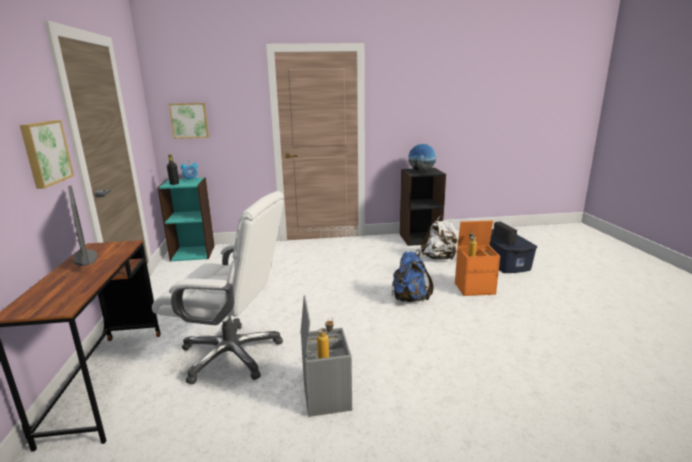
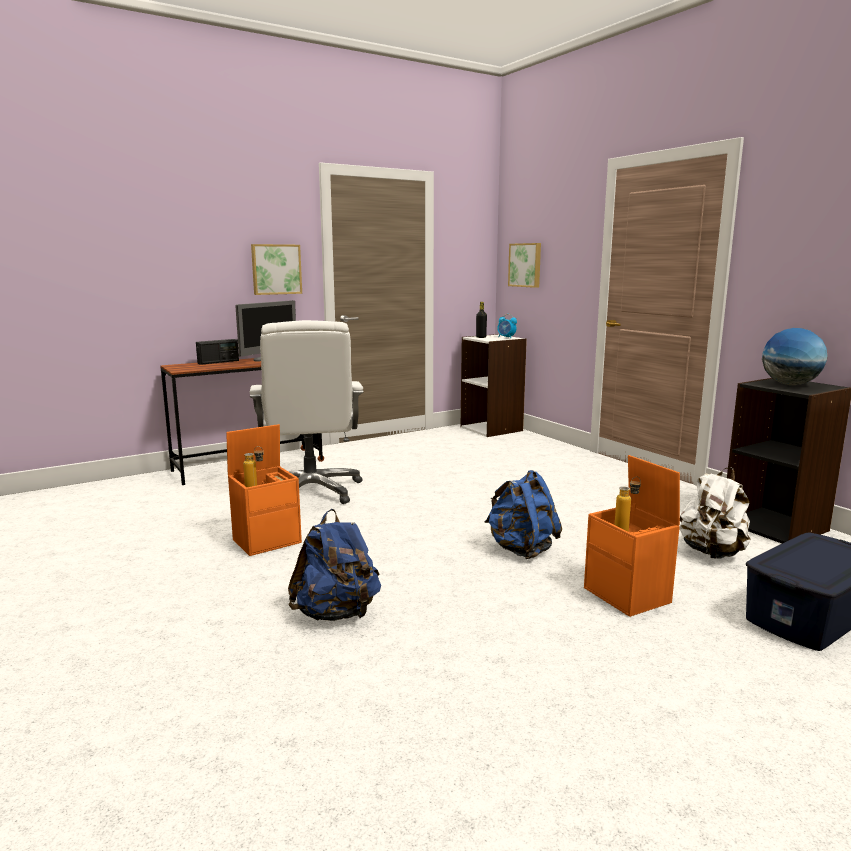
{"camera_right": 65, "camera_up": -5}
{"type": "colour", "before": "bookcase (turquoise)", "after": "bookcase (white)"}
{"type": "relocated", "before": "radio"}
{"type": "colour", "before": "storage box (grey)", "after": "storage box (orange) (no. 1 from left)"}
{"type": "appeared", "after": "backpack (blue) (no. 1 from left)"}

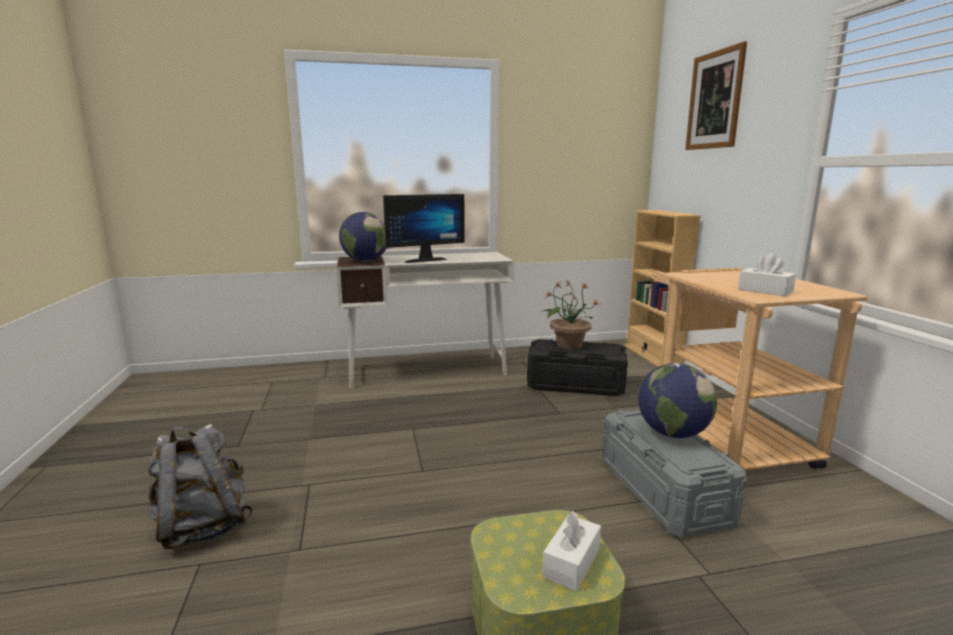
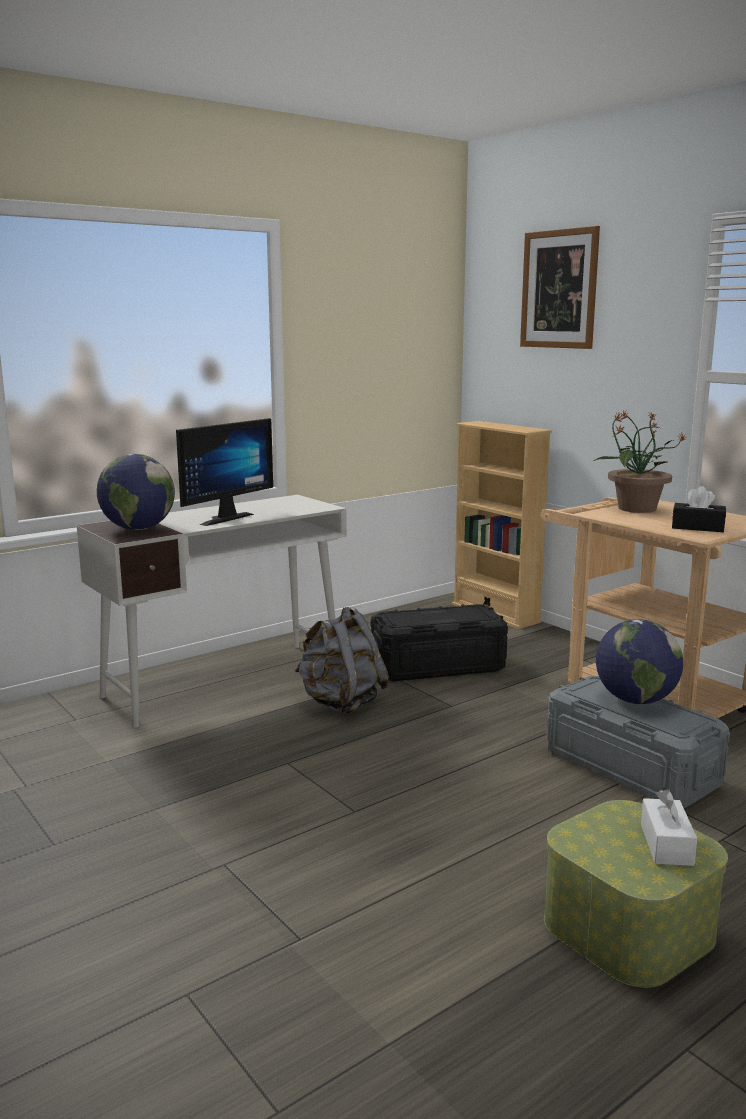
{"camera_right": -25, "camera_up": 0}
{"type": "colour", "before": "tissue box (white) (no. 2 from left)", "after": "tissue box (black)"}
{"type": "relocated", "before": "potted plant"}
{"type": "relocated", "before": "backpack (grey)"}

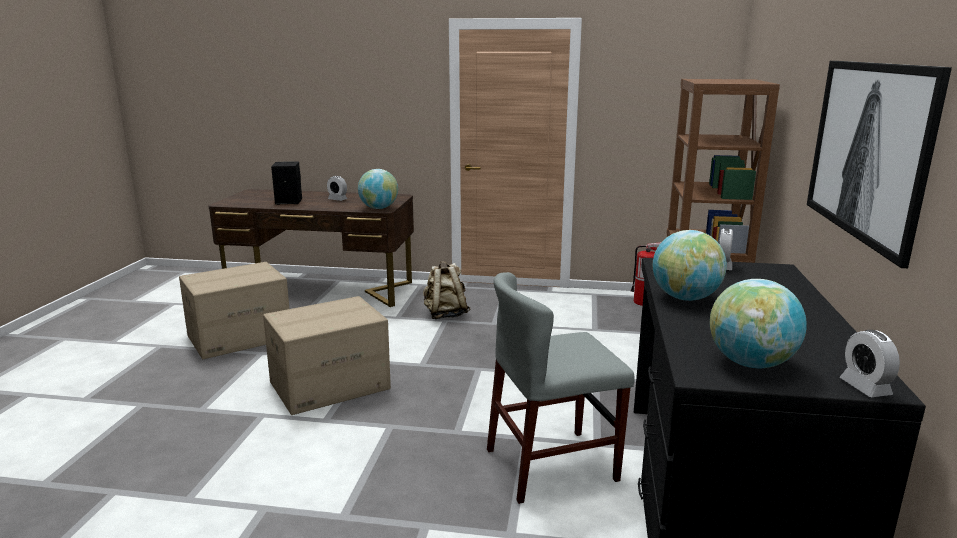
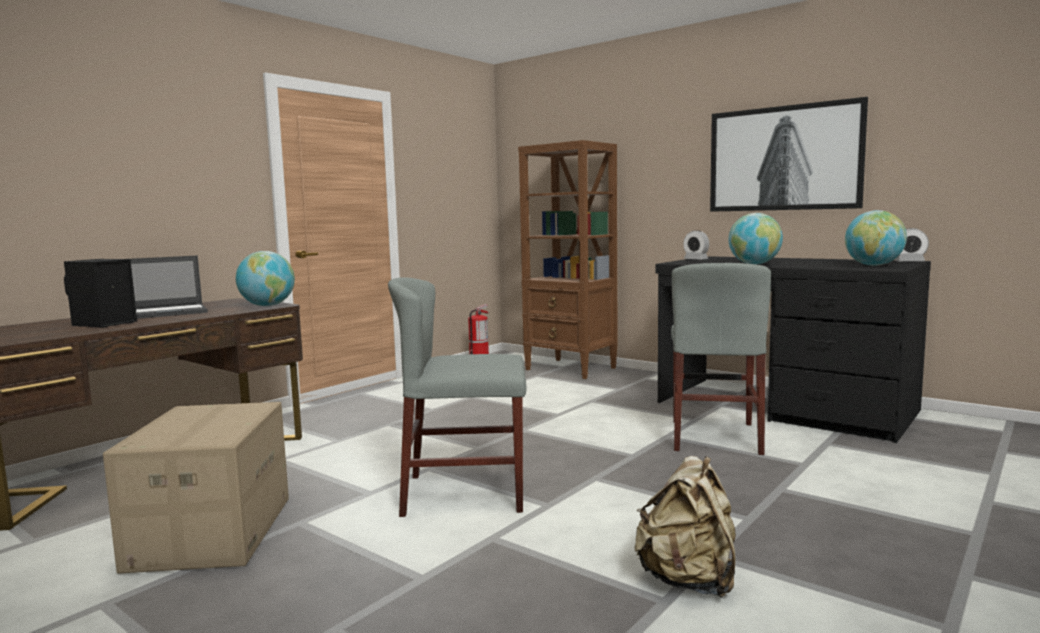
{"camera_right": -60, "camera_up": -10}
{"type": "exchanged", "before": "alarm clock (no. 1 from left)", "after": "laptop"}
{"type": "relocated", "before": "backpack (beige)"}
{"type": "exchanged", "before": "cardboard box (no. 2 from left)", "after": "chair (grey) (no. 1 from left)"}

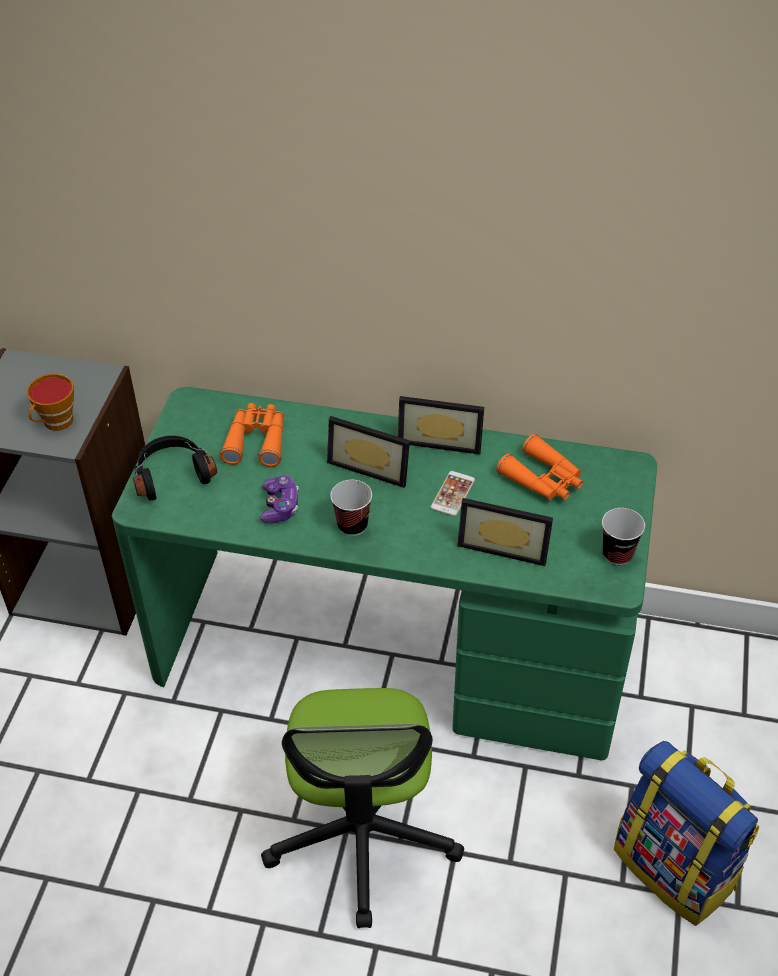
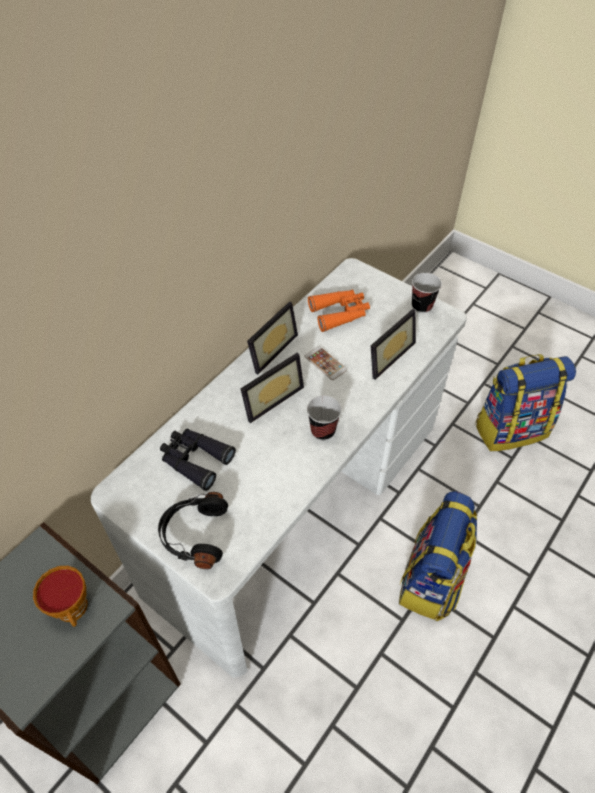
{"camera_right": -65, "camera_up": 5}
{"type": "colour", "before": "desk (green)", "after": "desk (white)"}
{"type": "colour", "before": "binoculars (orange) (no. 1 from left)", "after": "binoculars (black)"}
{"type": "missing", "before": "game controller"}
{"type": "exchanged", "before": "office chair", "after": "backpack (no. 1 from left)"}

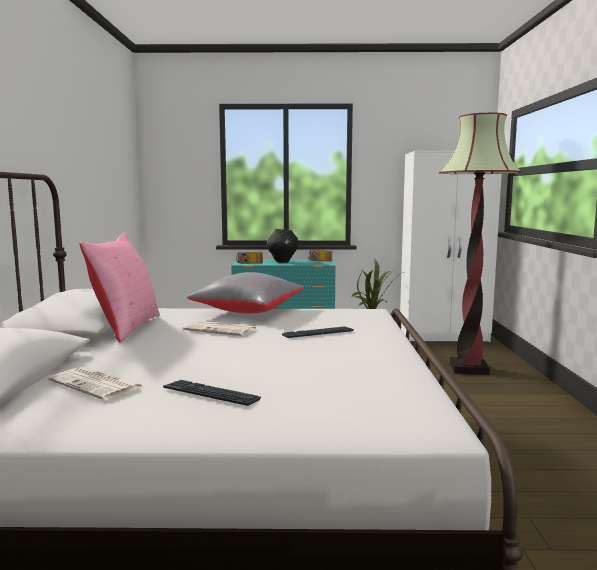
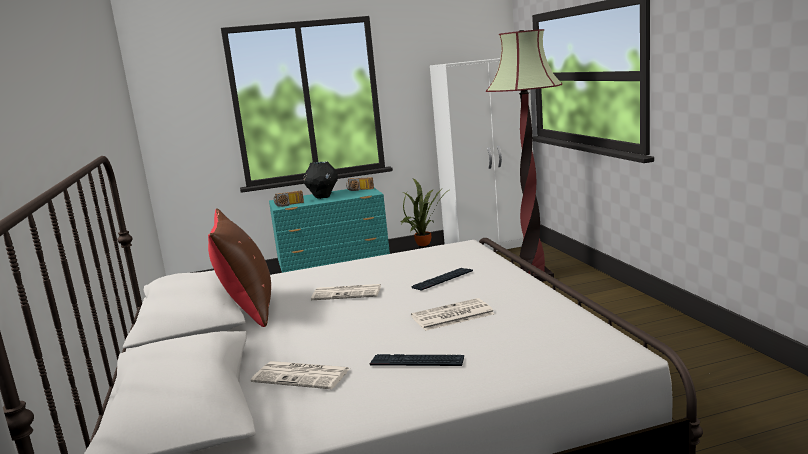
{"camera_right": -15, "camera_up": 5}
{"type": "colour", "before": "pillow (pink)", "after": "pillow (brown)"}
{"type": "missing", "before": "pillow (grey)"}
{"type": "appeared", "after": "newspaper (no. 3 from left)"}

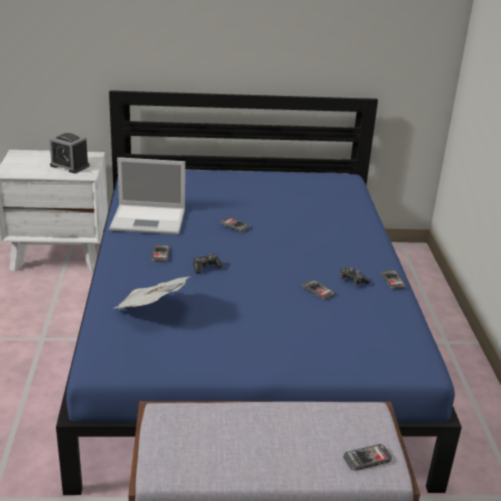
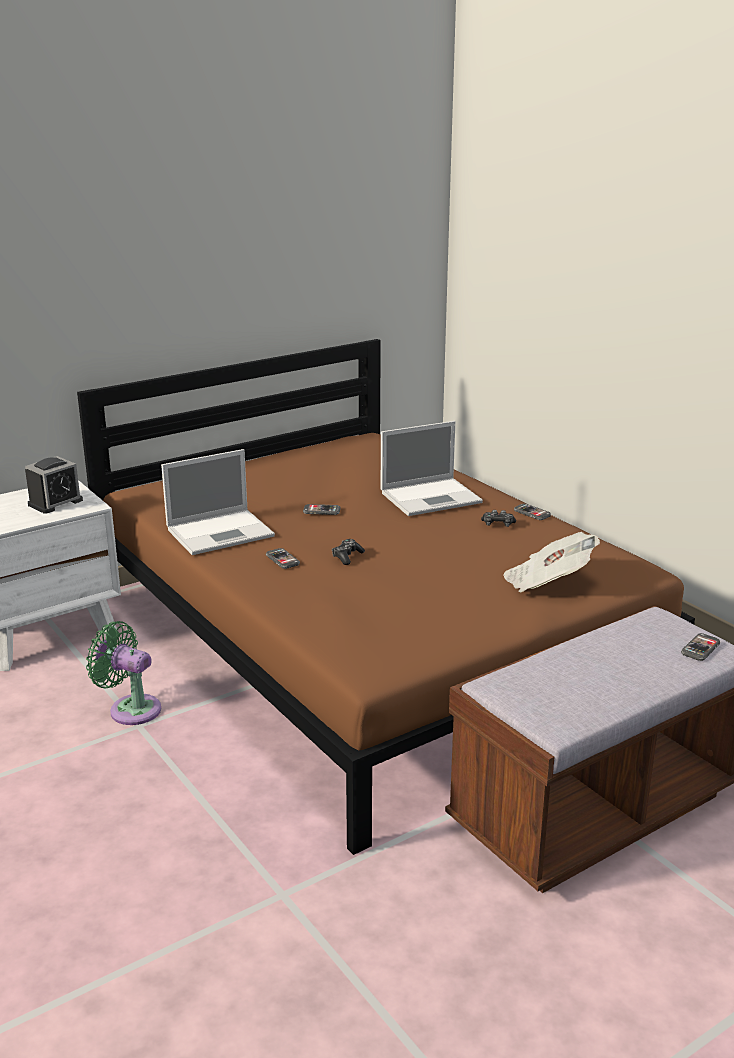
{"camera_right": -30, "camera_up": -5}
{"type": "colour", "before": "bed (blue)", "after": "bed (brown)"}
{"type": "spun", "before": "alarm clock", "turn": -45}
{"type": "relocated", "before": "newspaper"}
{"type": "missing", "before": "phone (no. 3 from left)"}
{"type": "appeared", "after": "laptop (no. 2 from left)"}
{"type": "appeared", "after": "fan (green)"}

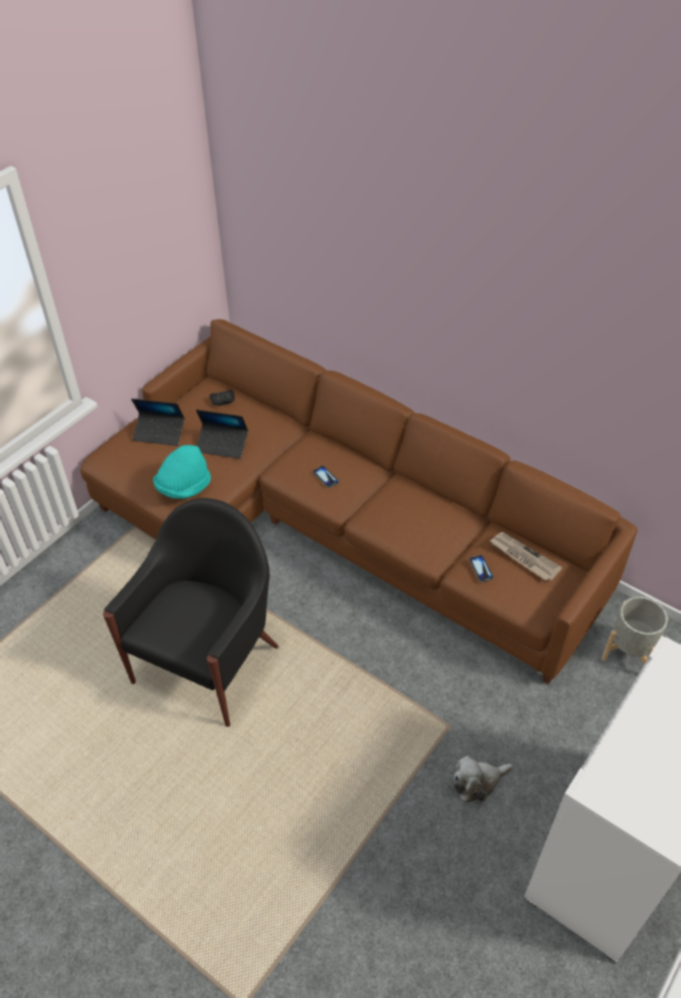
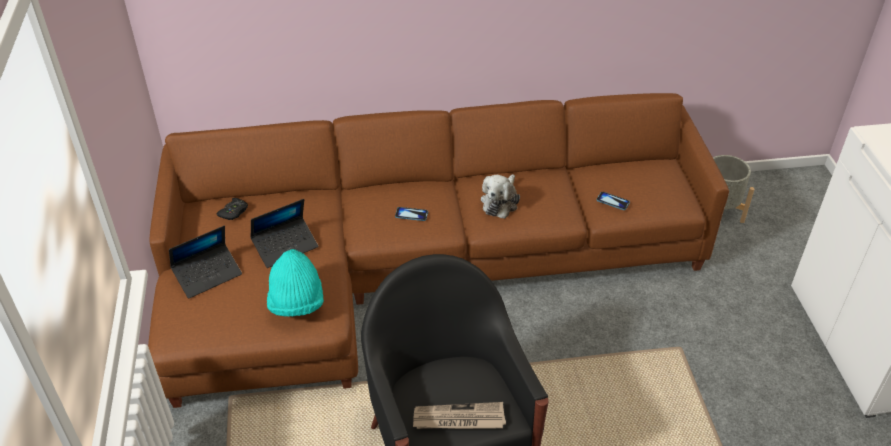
{"camera_right": -45, "camera_up": -5}
{"type": "relocated", "before": "newspaper"}
{"type": "relocated", "before": "plush toy"}

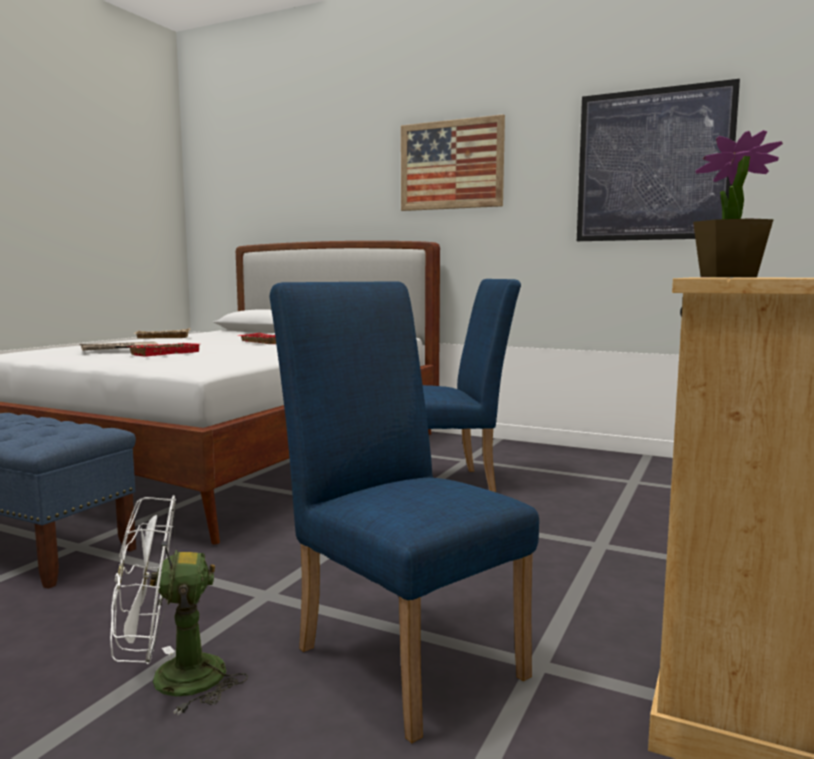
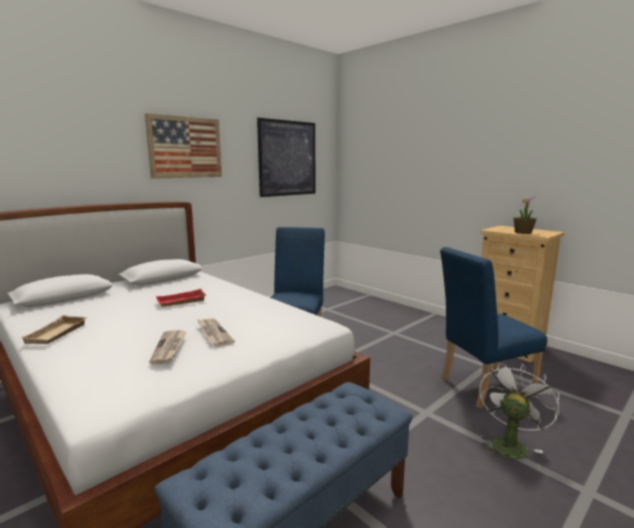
{"camera_right": -70, "camera_up": 5}
{"type": "exchanged", "before": "tray (red) (no. 1 from left)", "after": "newspaper (no. 2 from left)"}
{"type": "spun", "before": "fan (white)", "turn": -150}

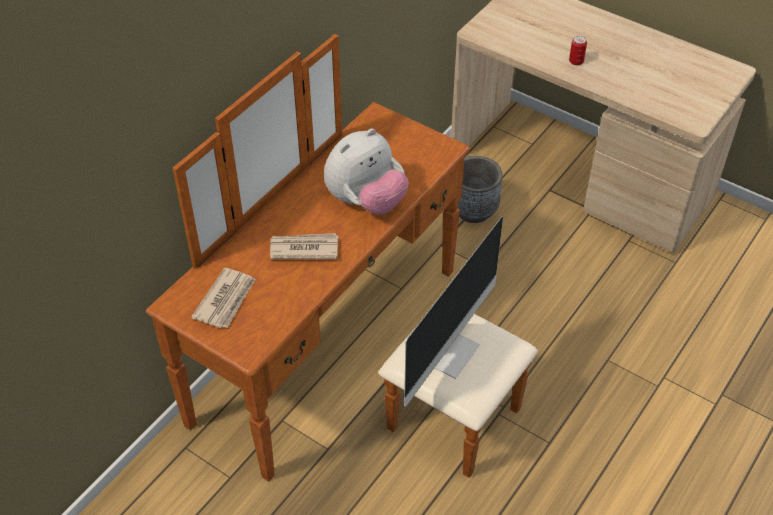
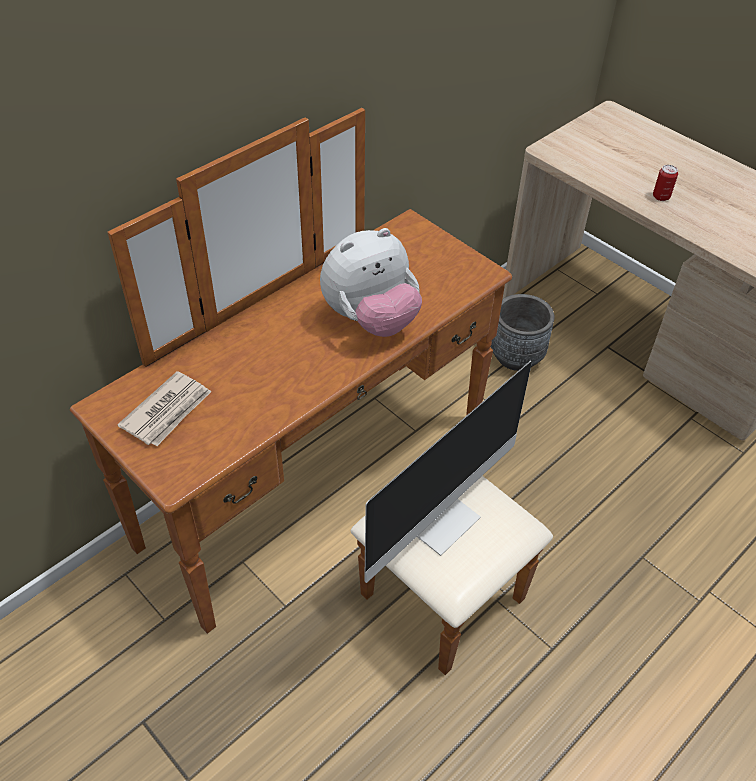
{"camera_right": 10, "camera_up": 0}
{"type": "missing", "before": "newspaper (no. 2 from left)"}

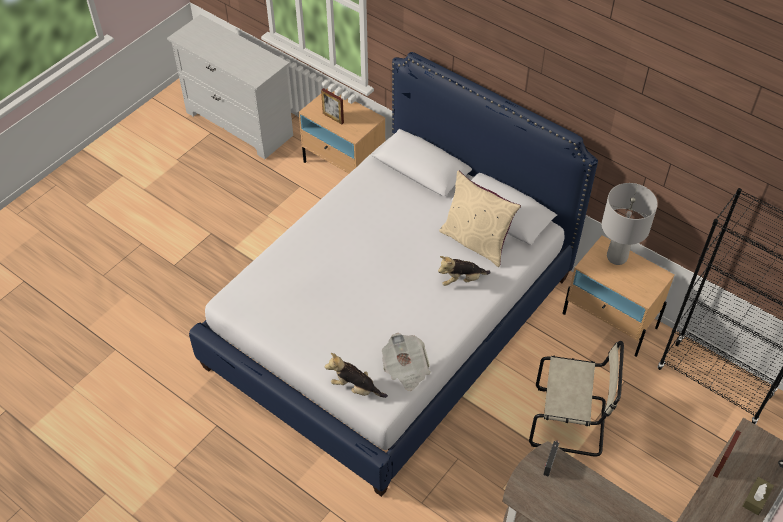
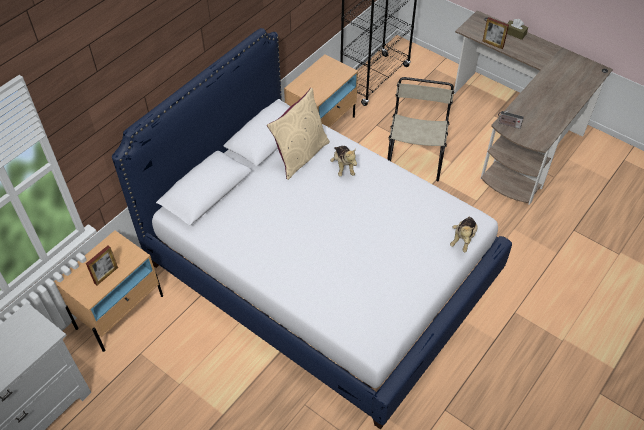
{"camera_right": -90, "camera_up": 0}
{"type": "missing", "before": "table lamp (grey)"}
{"type": "missing", "before": "newspaper"}

